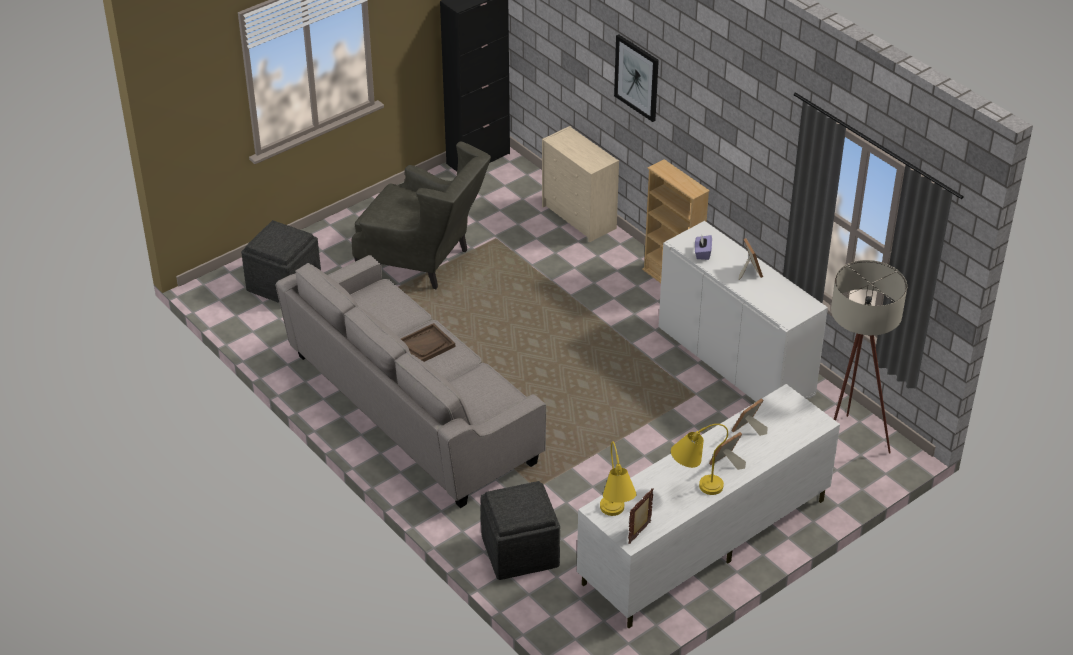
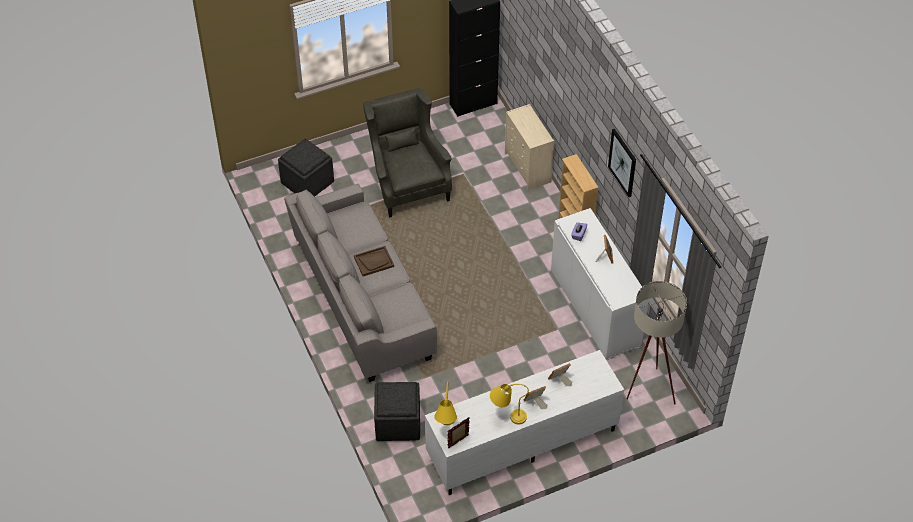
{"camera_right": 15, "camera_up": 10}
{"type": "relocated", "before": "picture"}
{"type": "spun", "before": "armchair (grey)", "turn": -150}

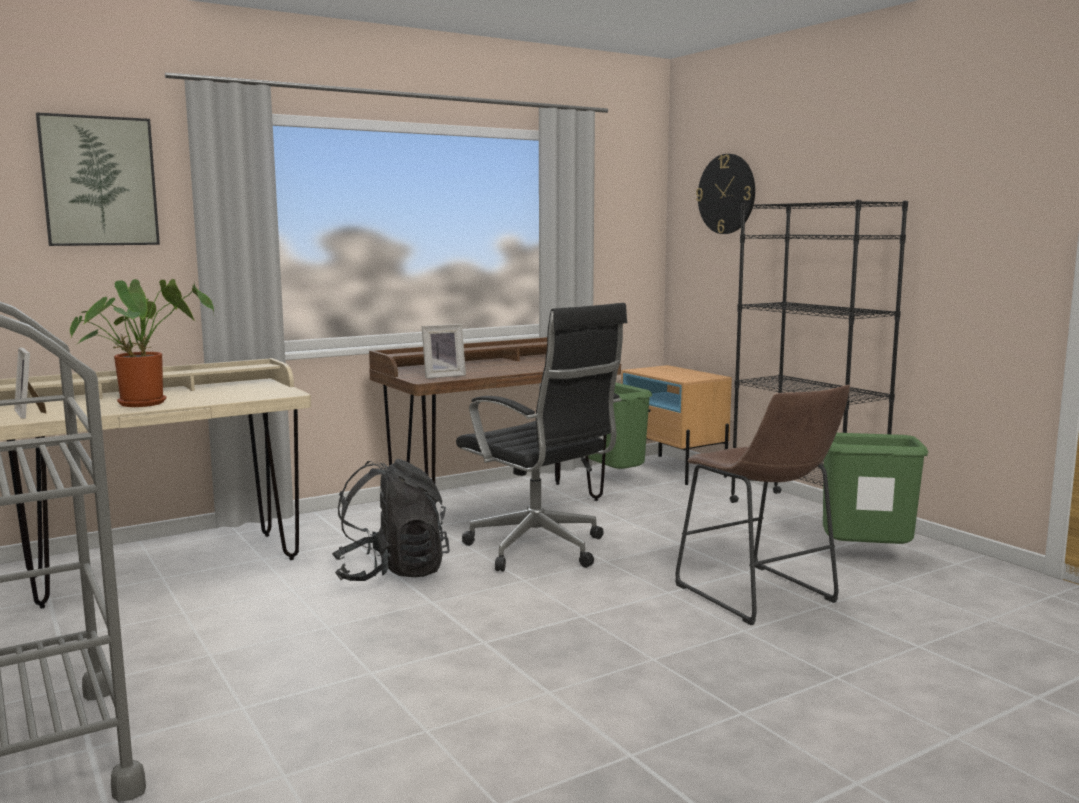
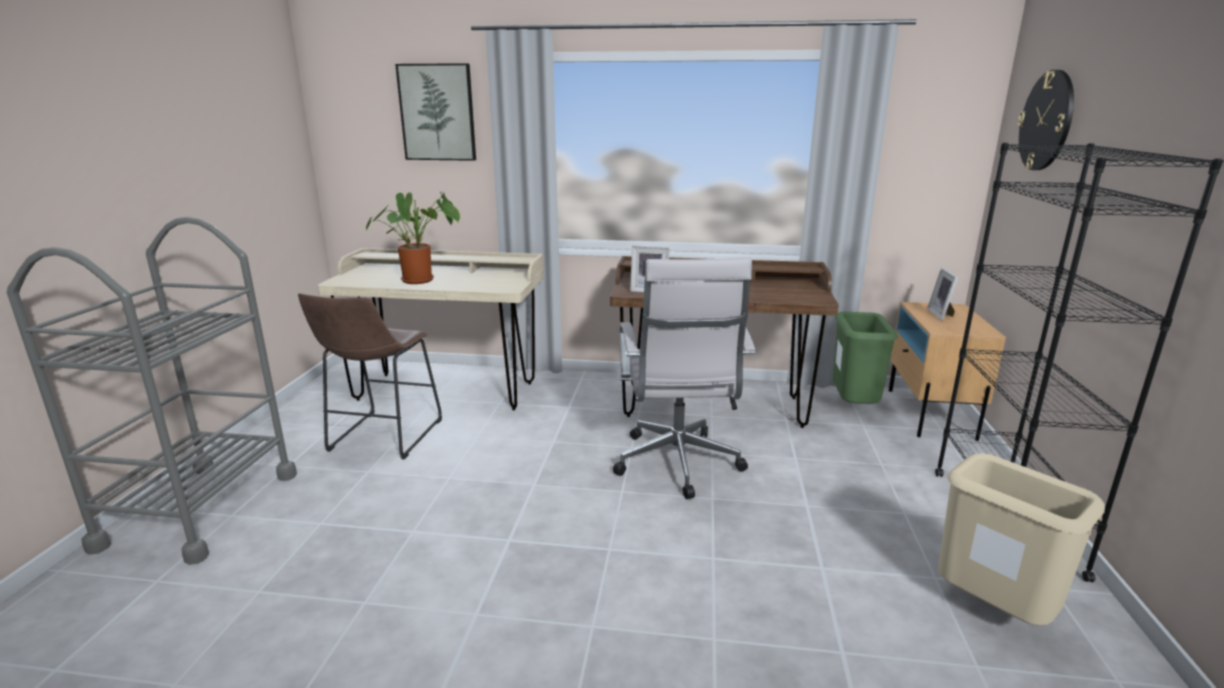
{"camera_right": 40, "camera_up": 10}
{"type": "colour", "before": "office chair (black)", "after": "office chair (white)"}
{"type": "relocated", "before": "picture frame (no. 1 from left in the first image)", "after": "picture frame (no. 2 from left)"}
{"type": "relocated", "before": "stool (brown)"}
{"type": "colour", "before": "trash can (green) (no. 2 from left)", "after": "trash can (beige)"}
{"type": "missing", "before": "backpack (black)"}

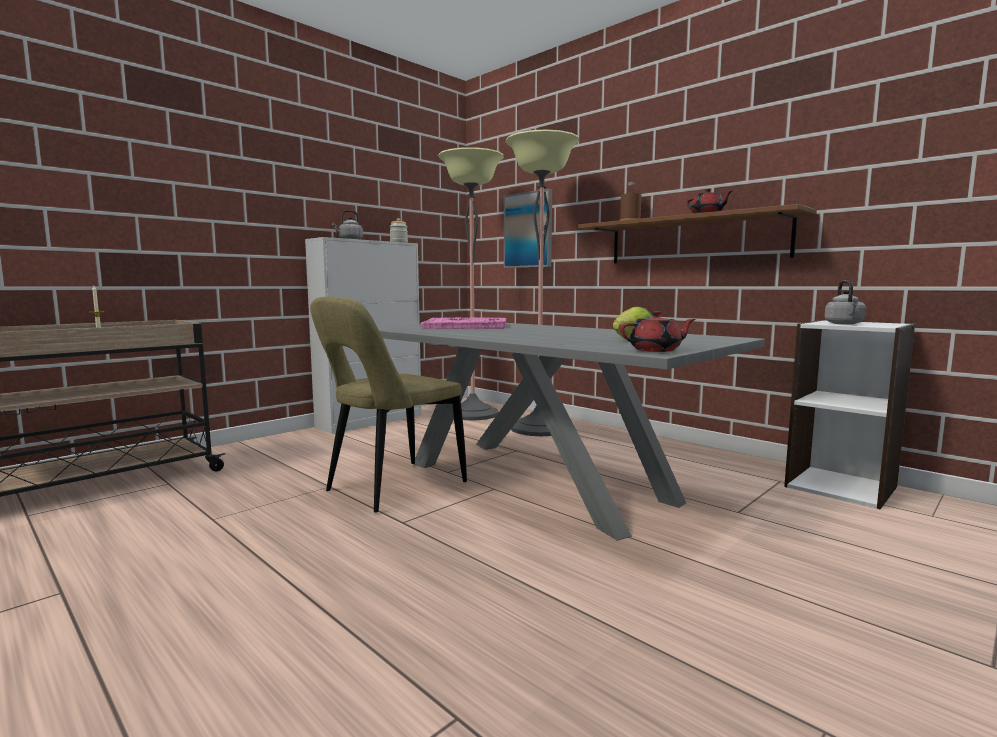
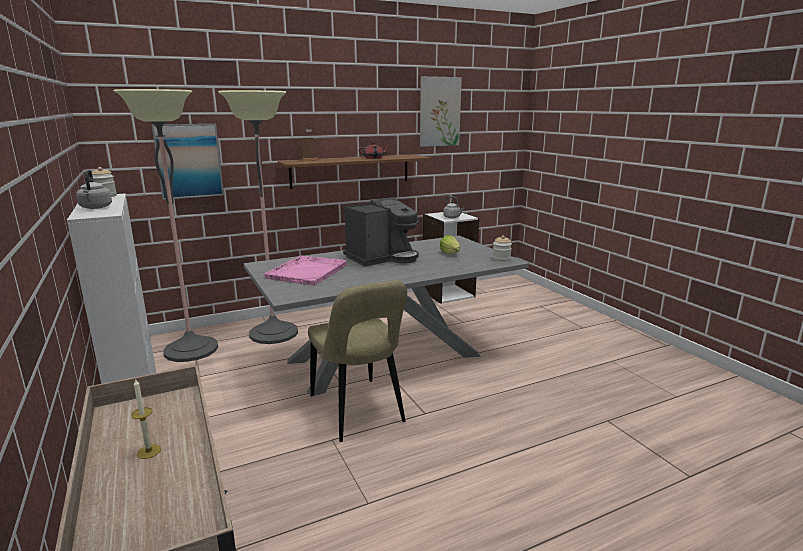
{"camera_right": -70, "camera_up": 10}
{"type": "exchanged", "before": "teapot (red) (no. 1 from left)", "after": "jar (no. 2 from left)"}
{"type": "appeared", "after": "picture (no. 2 from left)"}
{"type": "appeared", "after": "coffee machine"}

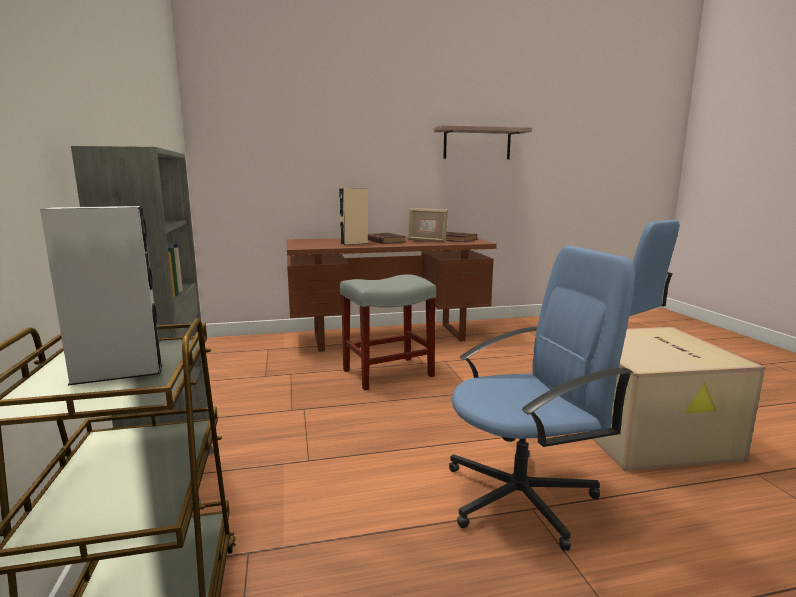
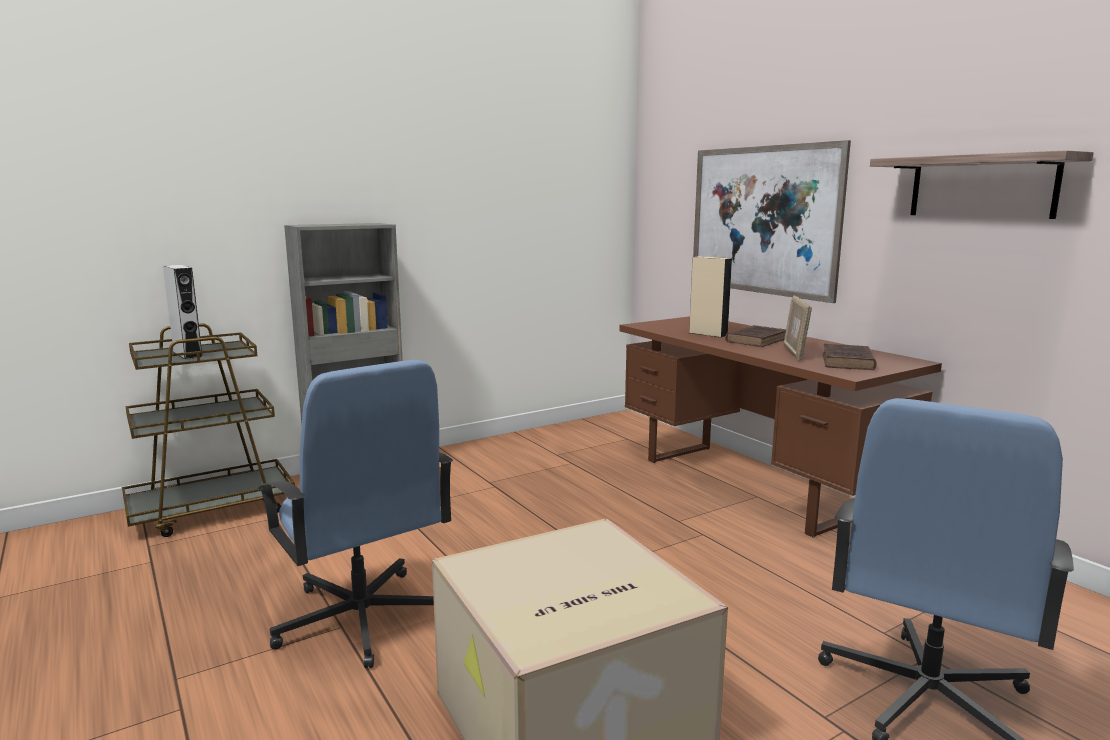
{"camera_right": 70, "camera_up": 0}
{"type": "missing", "before": "stool (grey)"}
{"type": "appeared", "after": "picture"}

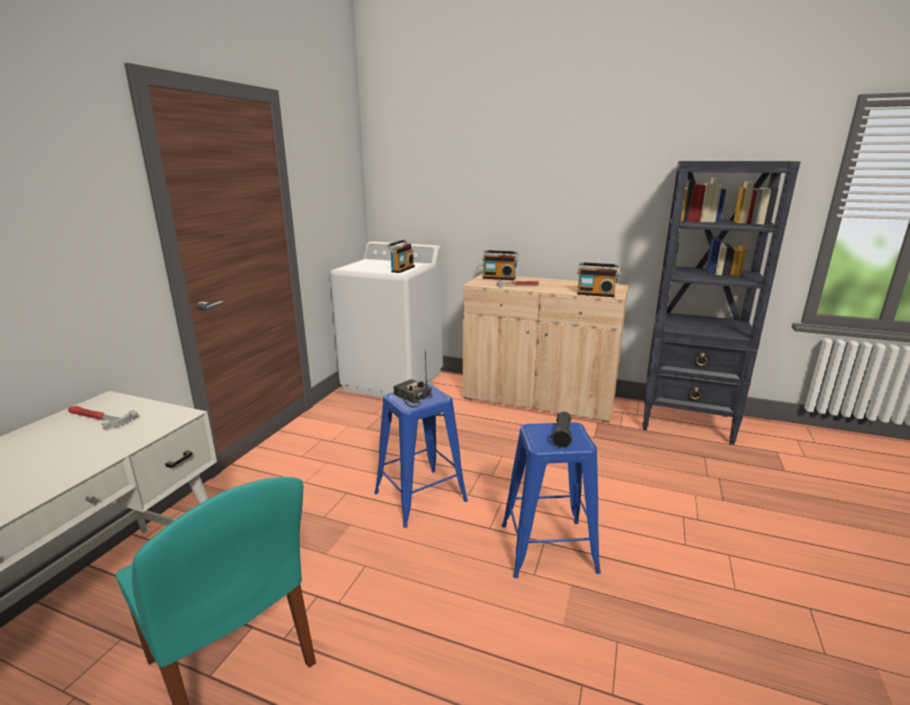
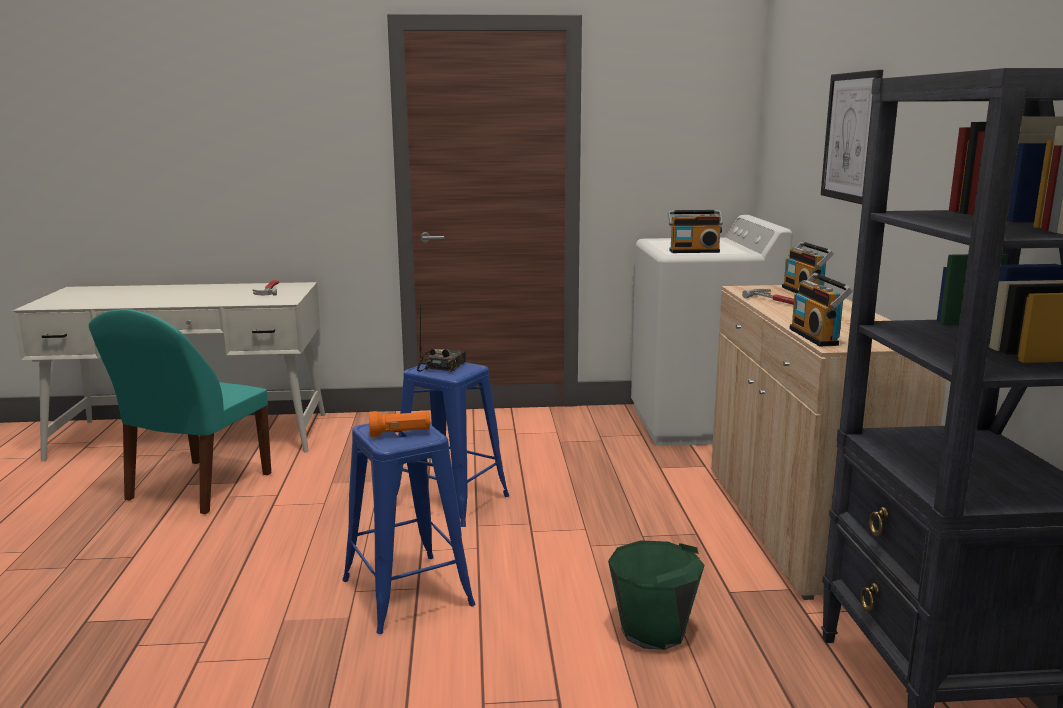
{"camera_right": 65, "camera_up": -5}
{"type": "colour", "before": "flashlight (black)", "after": "flashlight (orange)"}
{"type": "appeared", "after": "picture"}
{"type": "appeared", "after": "bucket (green)"}

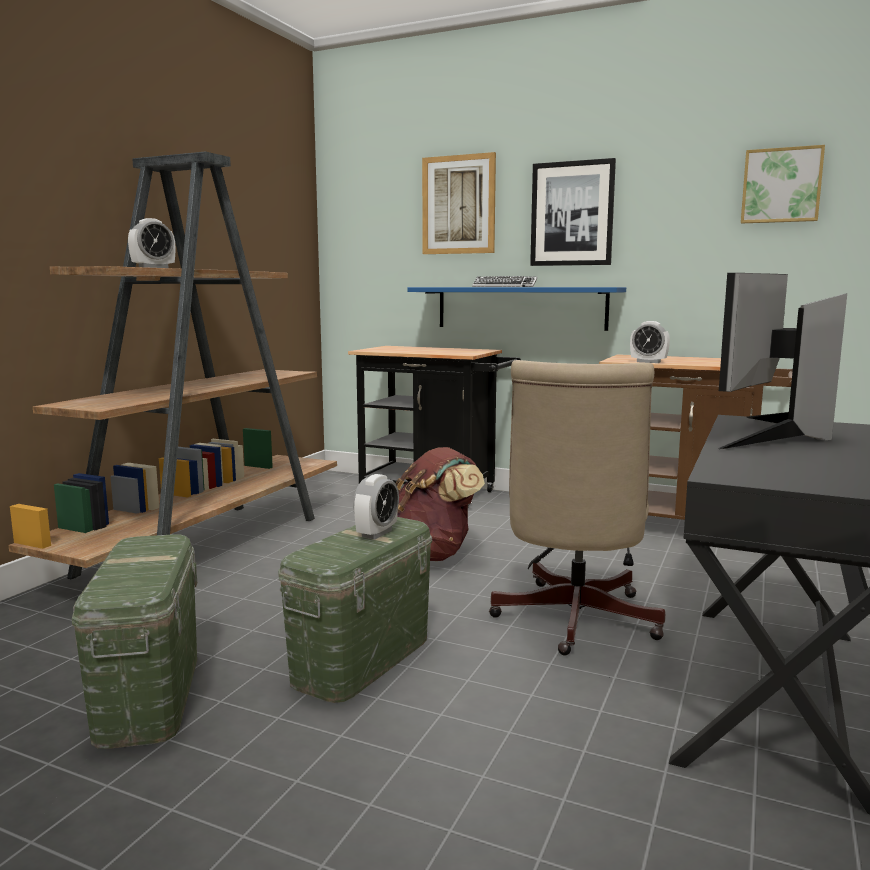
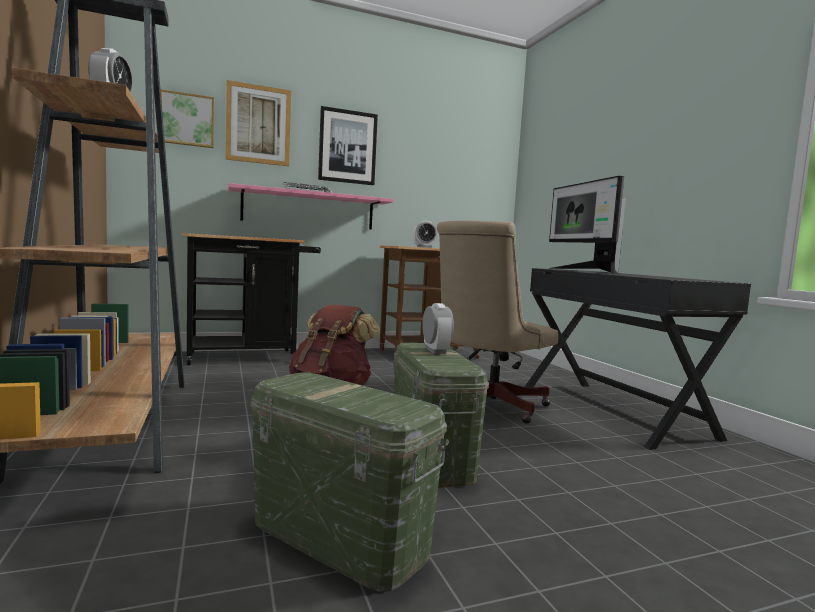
{"camera_right": -45, "camera_up": -5}
{"type": "relocated", "before": "picture (no. 3 from left in the first image)", "after": "picture (no. 1 from left)"}
{"type": "colour", "before": "shelf (blue)", "after": "shelf (pink)"}
{"type": "spun", "before": "office chair (beige)", "turn": 75}

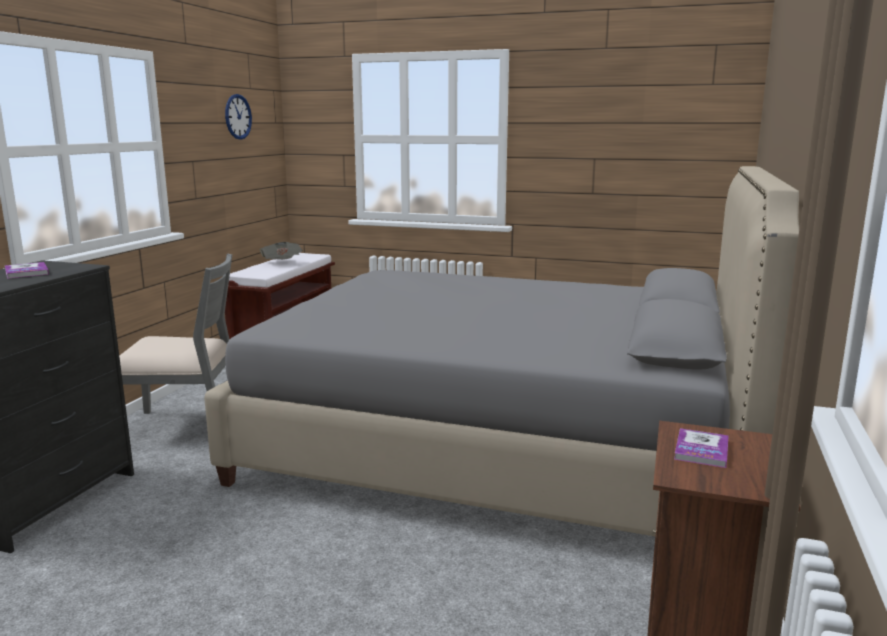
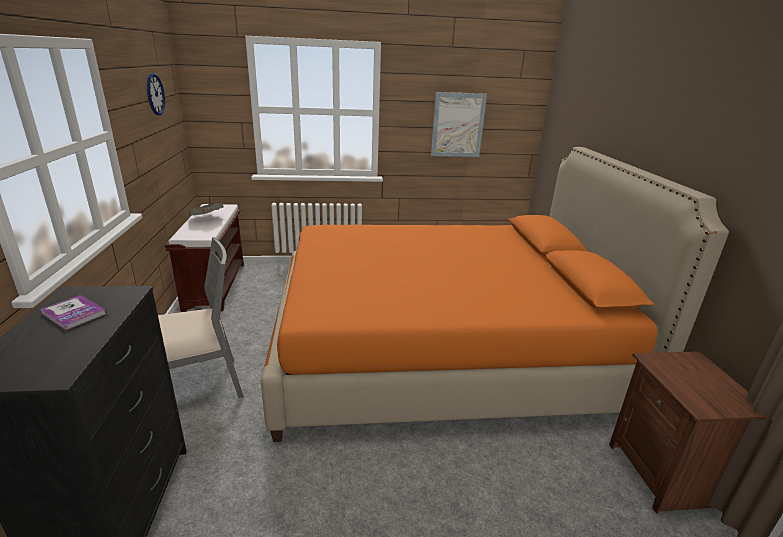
{"camera_right": -25, "camera_up": 10}
{"type": "colour", "before": "bed (grey)", "after": "bed (orange)"}
{"type": "missing", "before": "book (no. 2 from left)"}
{"type": "appeared", "after": "picture"}

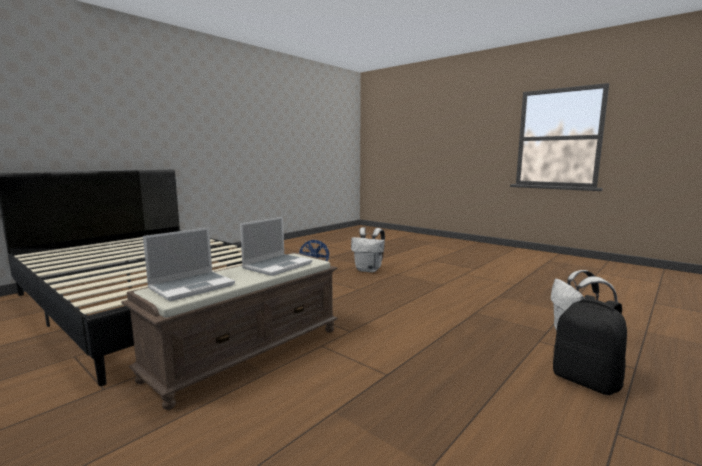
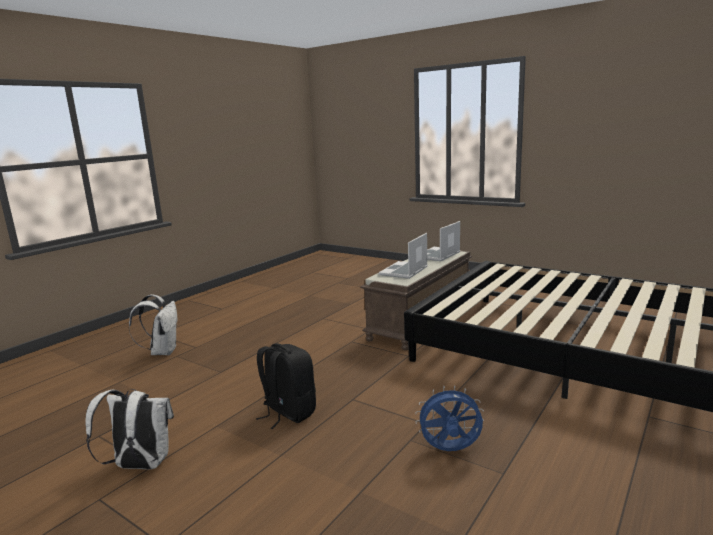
{"camera_right": 175, "camera_up": 5}
{"type": "relocated", "before": "backpack (white) (no. 1 from left)"}
{"type": "relocated", "before": "backpack (black)"}

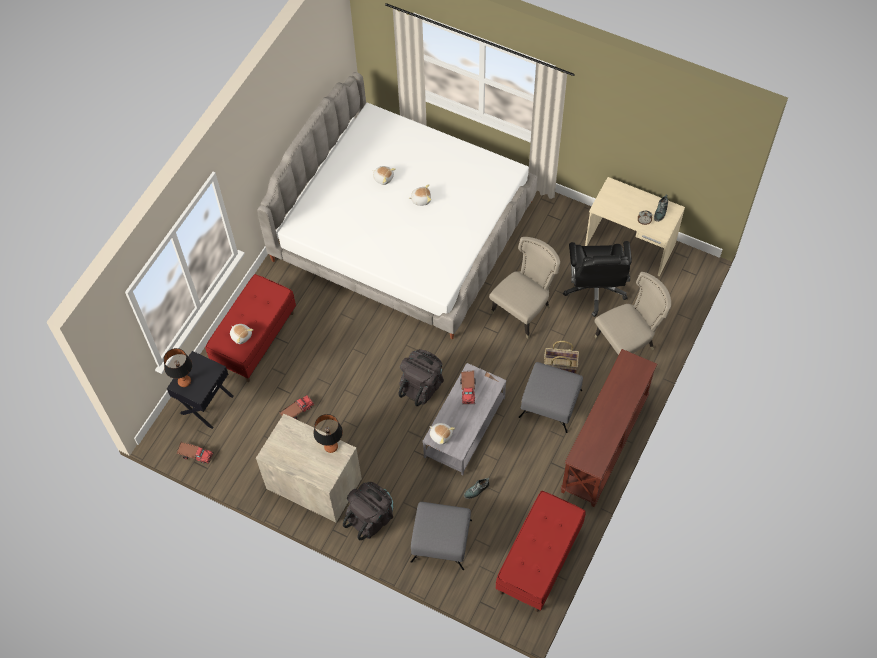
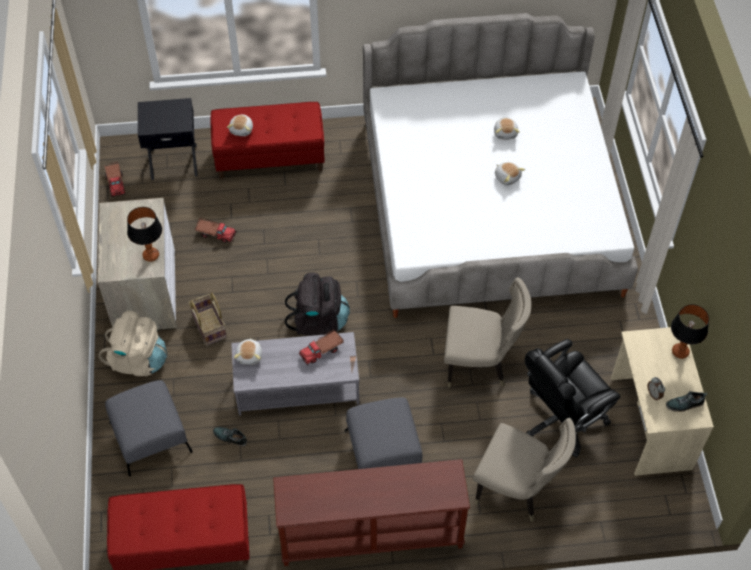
{"camera_right": 55, "camera_up": -5}
{"type": "relocated", "before": "basket"}
{"type": "relocated", "before": "table lamp (no. 1 from left in the first image)", "after": "table lamp (no. 2 from left)"}
{"type": "colour", "before": "backpack (black) (no. 1 from left)", "after": "backpack (beige)"}

